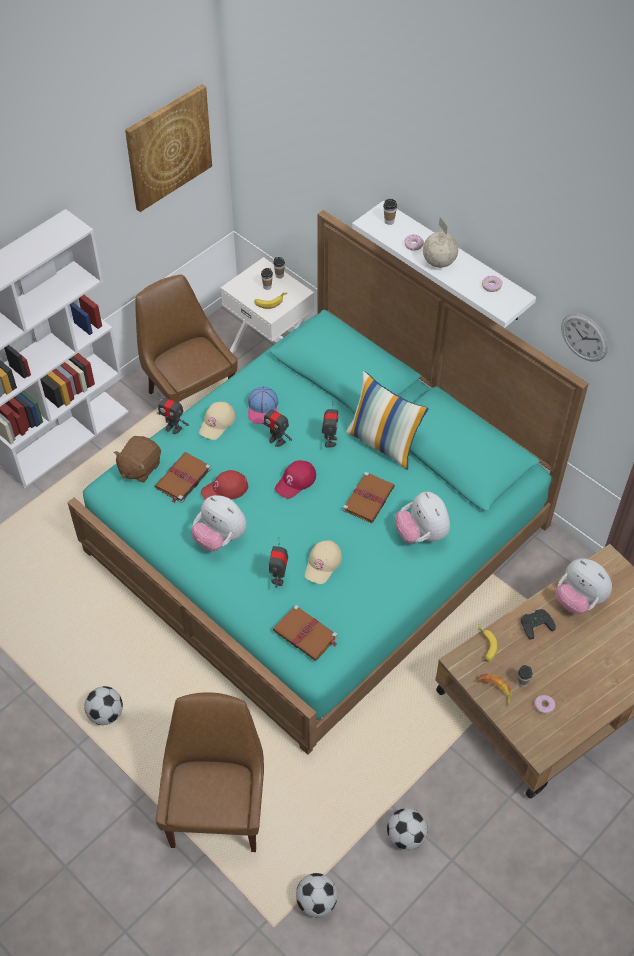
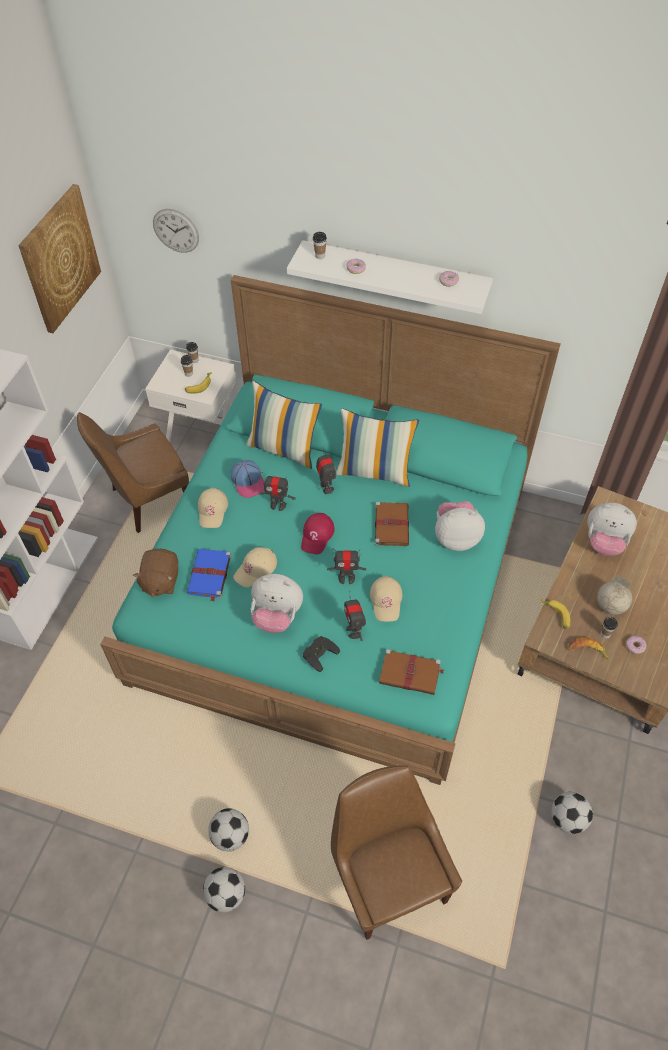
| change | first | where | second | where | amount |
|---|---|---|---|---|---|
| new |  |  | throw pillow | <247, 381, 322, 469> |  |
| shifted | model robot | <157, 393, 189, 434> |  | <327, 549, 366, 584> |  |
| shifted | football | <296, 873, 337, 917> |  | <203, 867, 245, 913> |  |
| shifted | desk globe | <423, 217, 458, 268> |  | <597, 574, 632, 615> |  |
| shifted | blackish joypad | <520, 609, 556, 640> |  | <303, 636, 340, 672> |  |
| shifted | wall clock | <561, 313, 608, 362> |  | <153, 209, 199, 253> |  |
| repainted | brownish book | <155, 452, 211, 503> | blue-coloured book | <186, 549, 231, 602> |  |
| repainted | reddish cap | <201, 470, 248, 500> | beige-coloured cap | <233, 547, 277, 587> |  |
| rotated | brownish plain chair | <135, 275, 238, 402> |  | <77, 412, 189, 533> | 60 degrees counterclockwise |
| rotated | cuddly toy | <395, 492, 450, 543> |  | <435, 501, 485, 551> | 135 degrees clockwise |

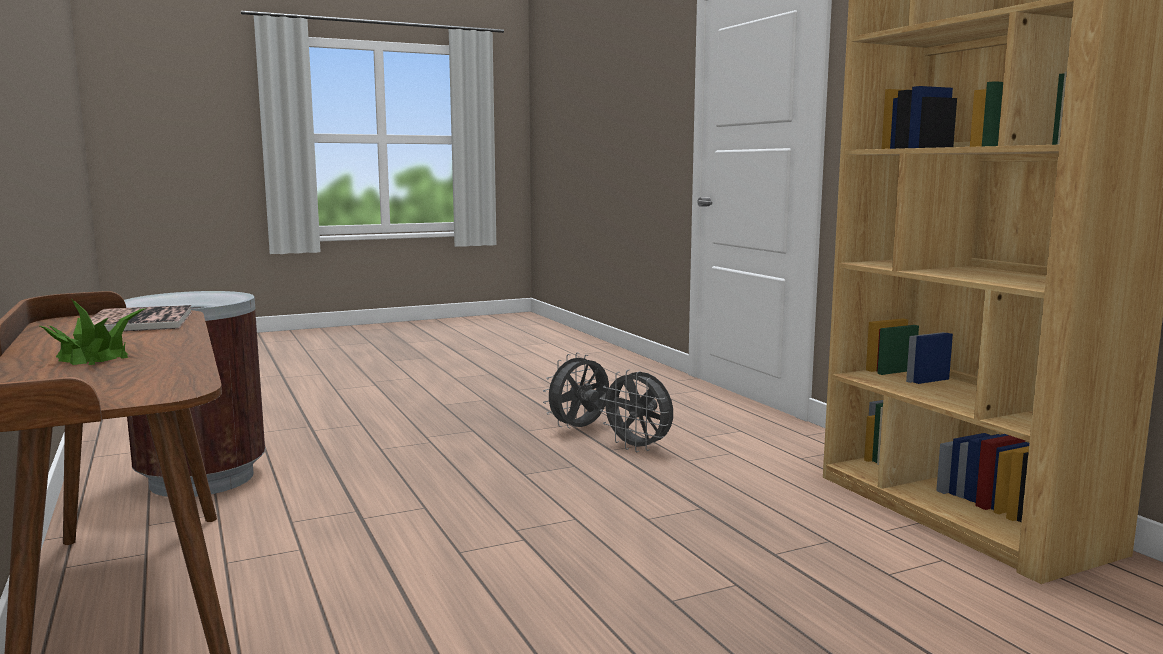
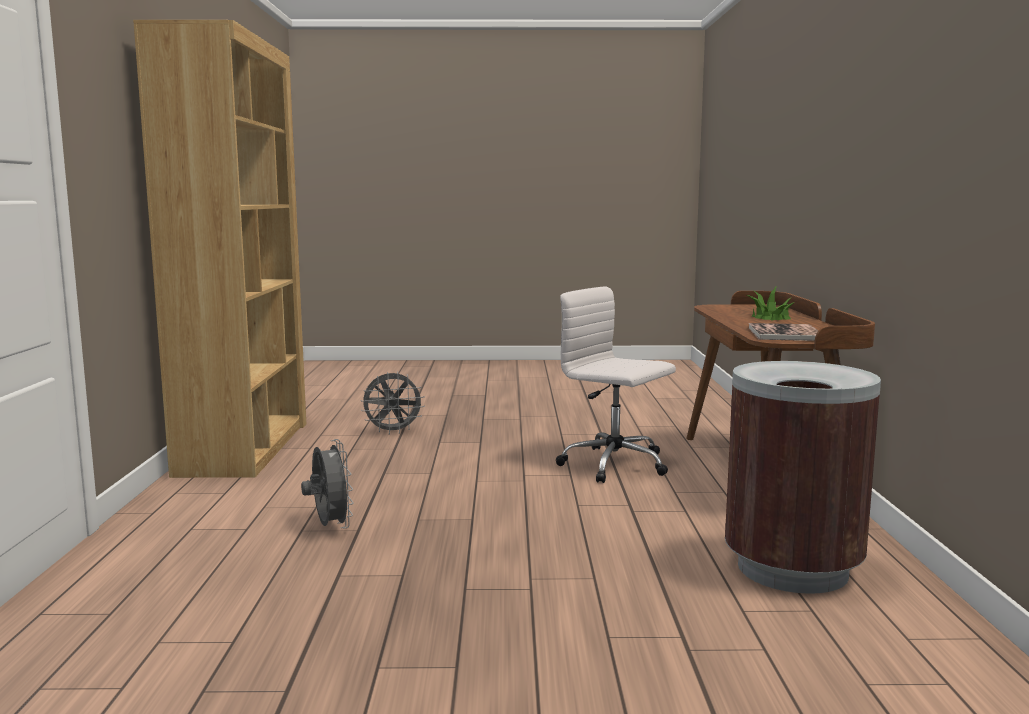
| change | first | where | second | where | amount |
|---|---|---|---|---|---|
| new |  |  | whitish office chair | <556, 287, 676, 483> |  |
| shifted | grey cooling fan | <543, 352, 609, 429> |  | <361, 372, 425, 435> |  |

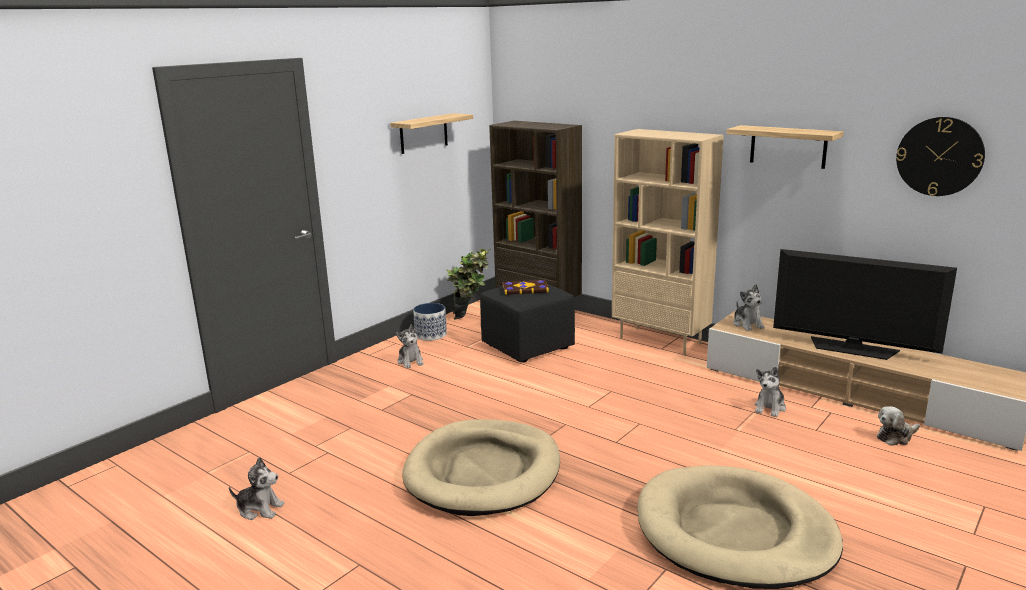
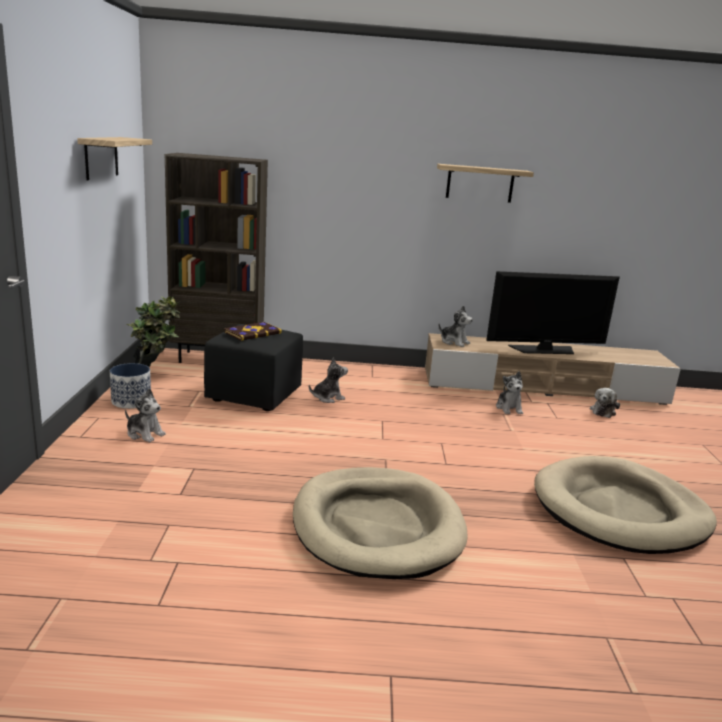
| change | first | where | second | where | amount |
|---|---|---|---|---|---|
| gone | beige-coloured shelving unit | <612, 129, 724, 355> |  |  |  |
| gone | wall clock | <896, 117, 985, 196> |  |  |  |
| shifted | cuddly toy | <229, 457, 285, 520> |  | <309, 357, 348, 403> |  |

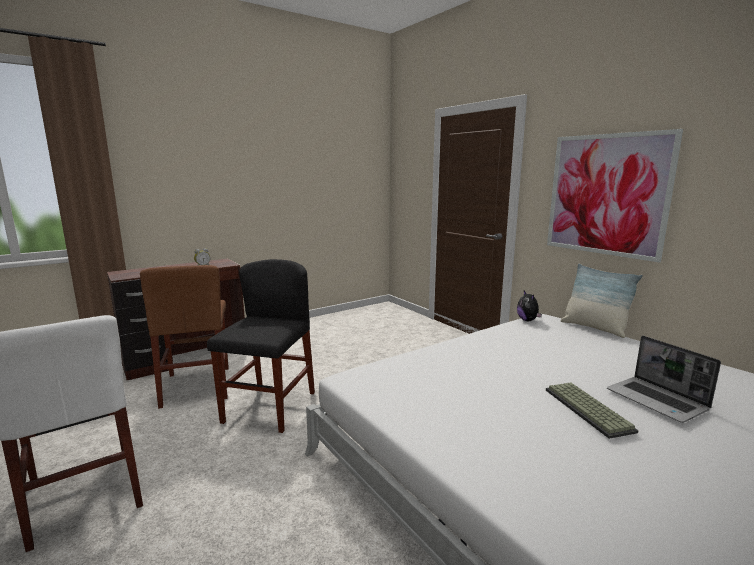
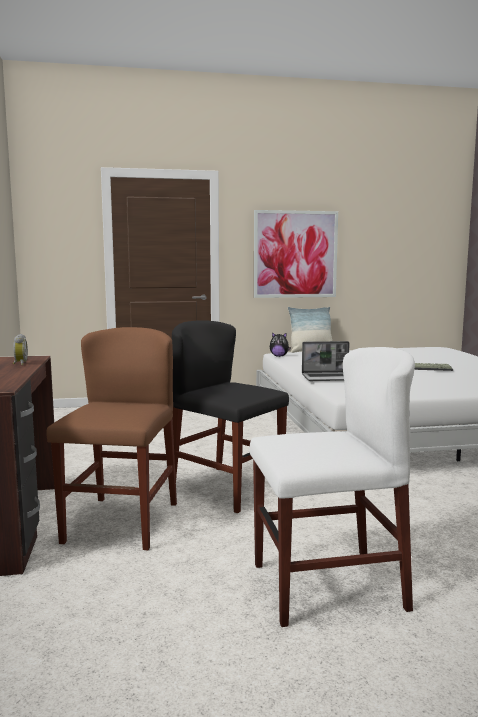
| change | first | where | second | where | amount |
|---|---|---|---|---|---|
| shifted | laptop | <607, 336, 721, 423> |  | <302, 341, 350, 381> |  |
| rotated | brownish plain chair | <140, 265, 229, 409> |  | <46, 327, 177, 550> | 90 degrees counterclockwise |

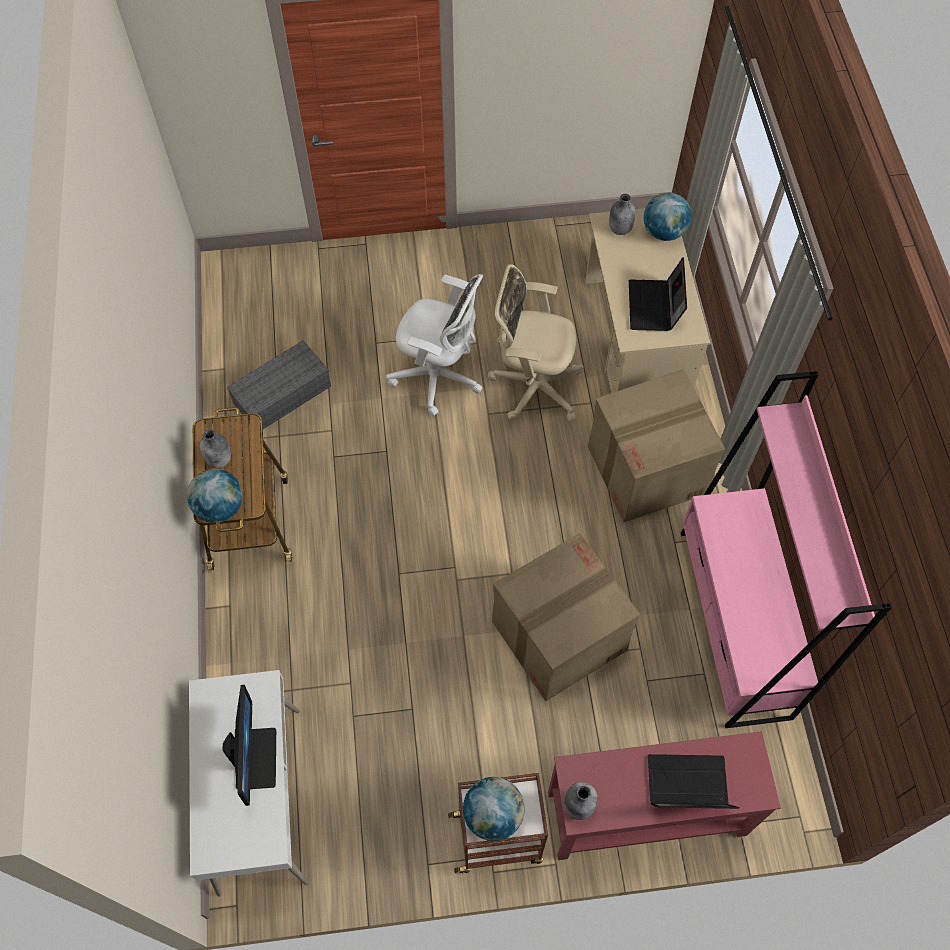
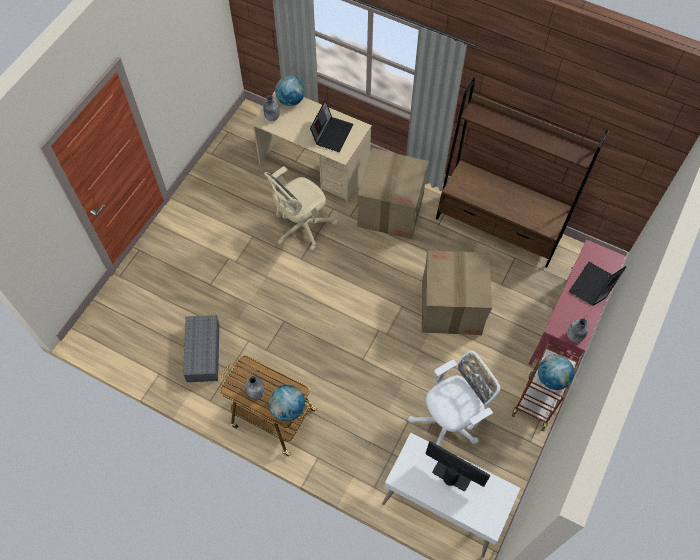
| change | first | where | second | where | amount |
|---|---|---|---|---|---|
| shifted | whitish office chair | <386, 274, 483, 416> |  | <408, 350, 500, 446> |  |
| repainted | pink shelving unit | <681, 371, 892, 728> | brownish shelving unit | <436, 78, 608, 267> |  |
| rotated | laptop | <629, 257, 687, 331> |  | <310, 100, 354, 152> | 105 degrees counterclockwise |

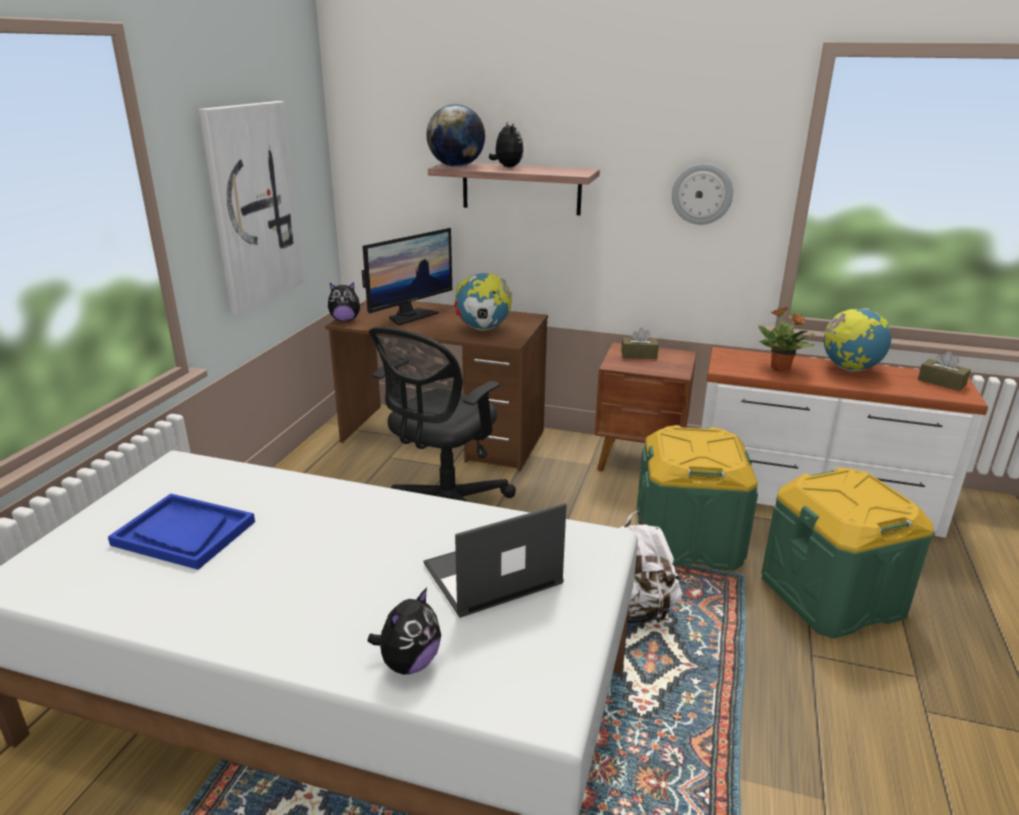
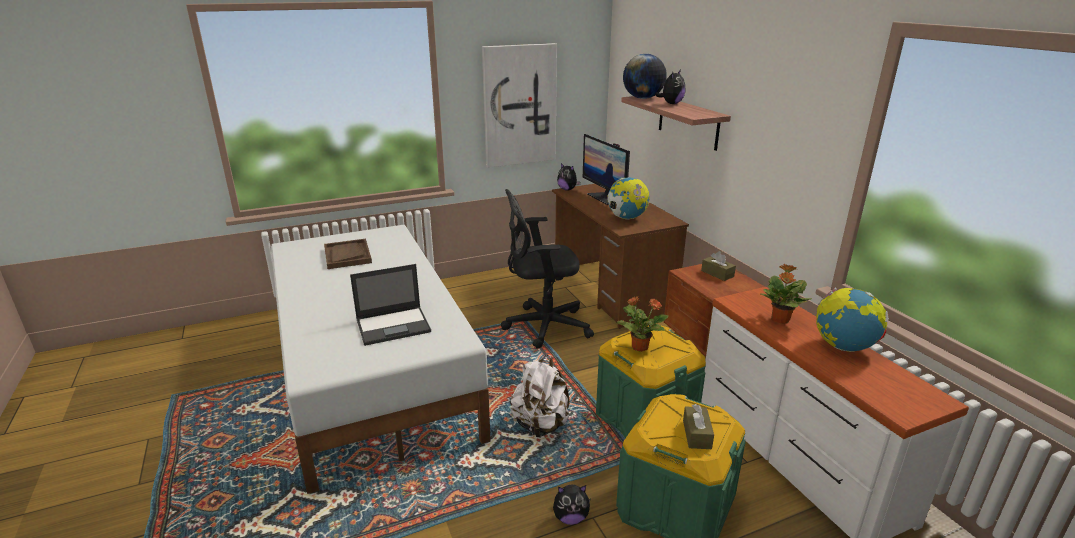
| change | first | where | second | where | amount |
|---|---|---|---|---|---|
| gone | wall clock | <672, 164, 733, 225> |  |  |  |
| new |  |  | houseplant | <616, 296, 668, 352> |  |
| shifted | cuddly toy | <368, 587, 441, 674> |  | <553, 484, 591, 525> |  |
| shifted | brownish tissue box | <918, 351, 971, 391> |  | <683, 404, 714, 449> |  |
| repainted | blue-coloured carrying tray | <108, 494, 255, 570> | brownish carrying tray | <324, 239, 372, 269> |  |
| rotated | monitor | <362, 228, 452, 326> |  | <583, 134, 630, 205> | 60 degrees clockwise |
| rotated | laptop | <424, 503, 566, 618> |  | <350, 264, 431, 346> | 135 degrees clockwise |

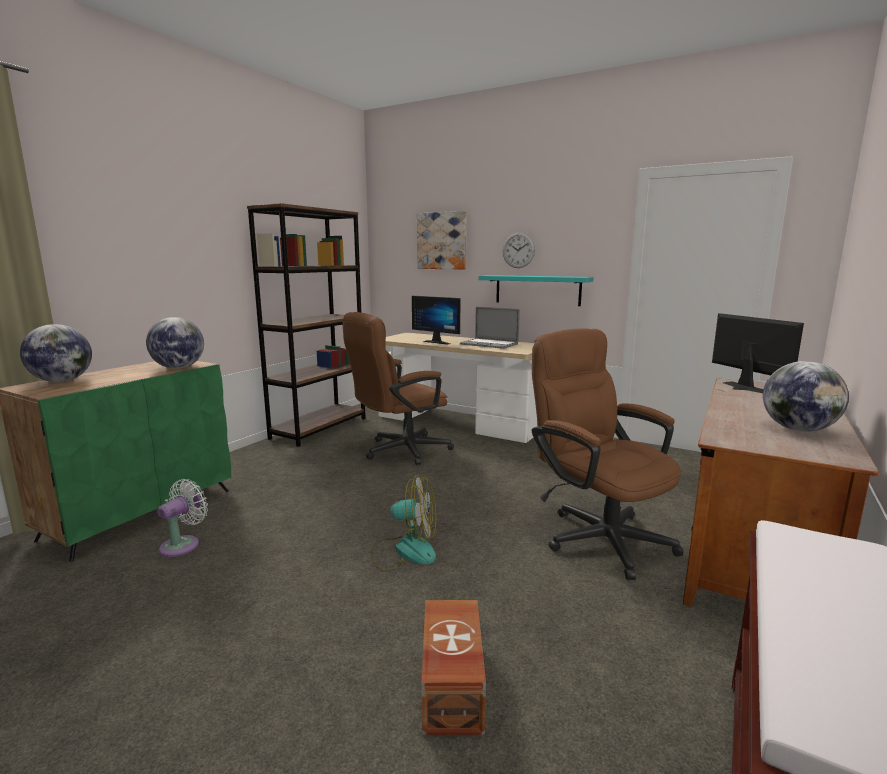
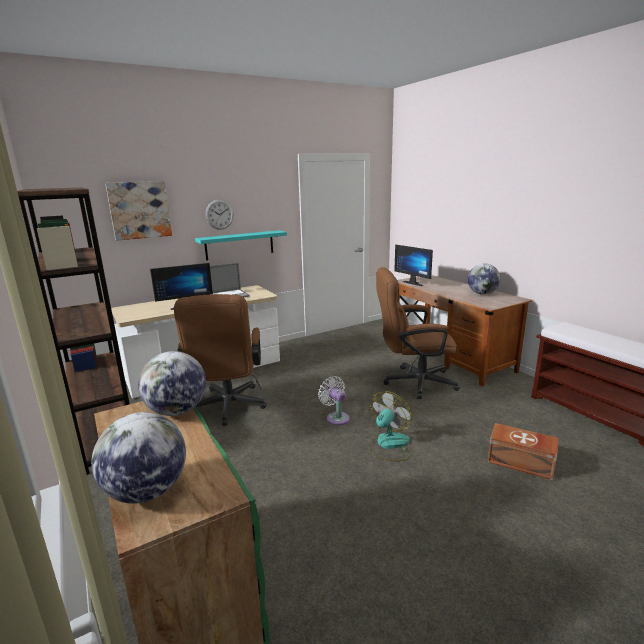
| change | first | where | second | where | amount |
|---|---|---|---|---|---|
| shifted | whitish cooling fan | <158, 479, 208, 557> |  | <318, 376, 349, 425> |  |
| rotated | monitor | <712, 313, 804, 393> |  | <394, 244, 433, 286> | 135 degrees counterclockwise |

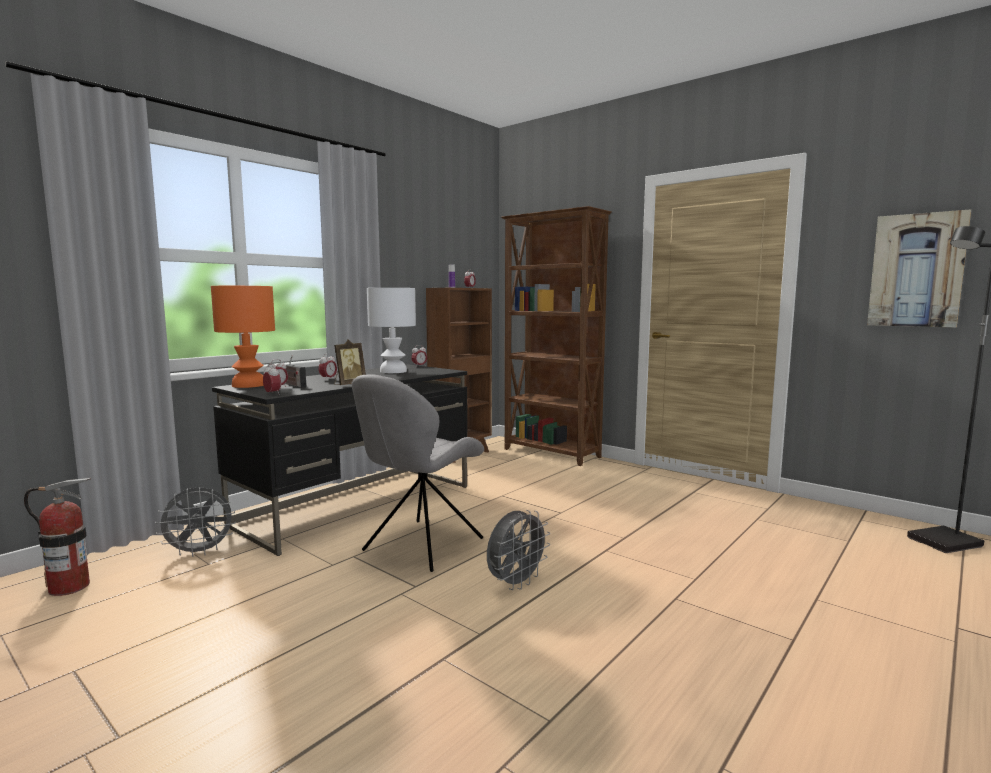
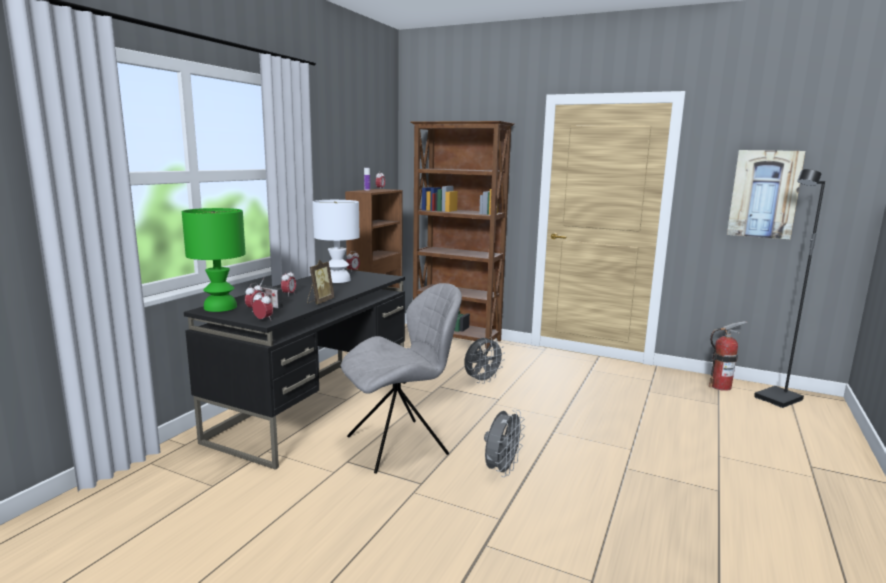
| change | first | where | second | where | amount |
|---|---|---|---|---|---|
| shifted | fire-fighting cylinder | <24, 478, 91, 596> |  | <709, 321, 748, 391> |  |
| shifted | grey cooling fan | <155, 487, 236, 557> |  | <464, 337, 505, 384> |  |
| repainted | orange-coloured lamp for a table | <211, 286, 275, 388> | green lamp for a table | <182, 208, 246, 312> |  |
| rotated | grey plain chair | <352, 374, 484, 572> |  | <341, 283, 462, 474> | 135 degrees counterclockwise |

